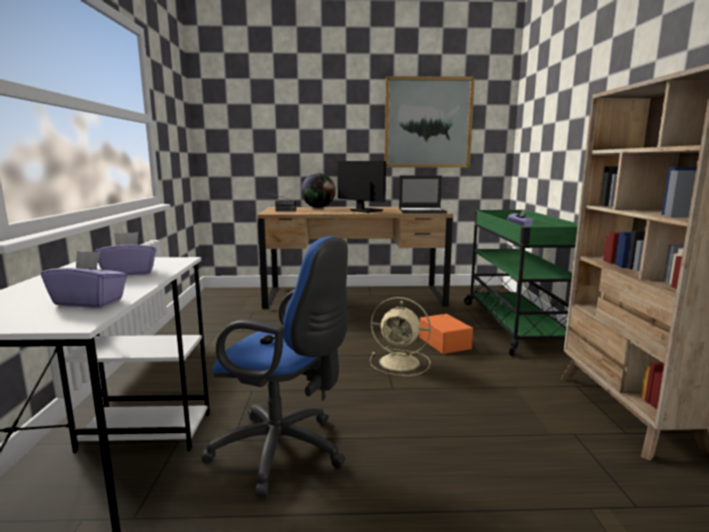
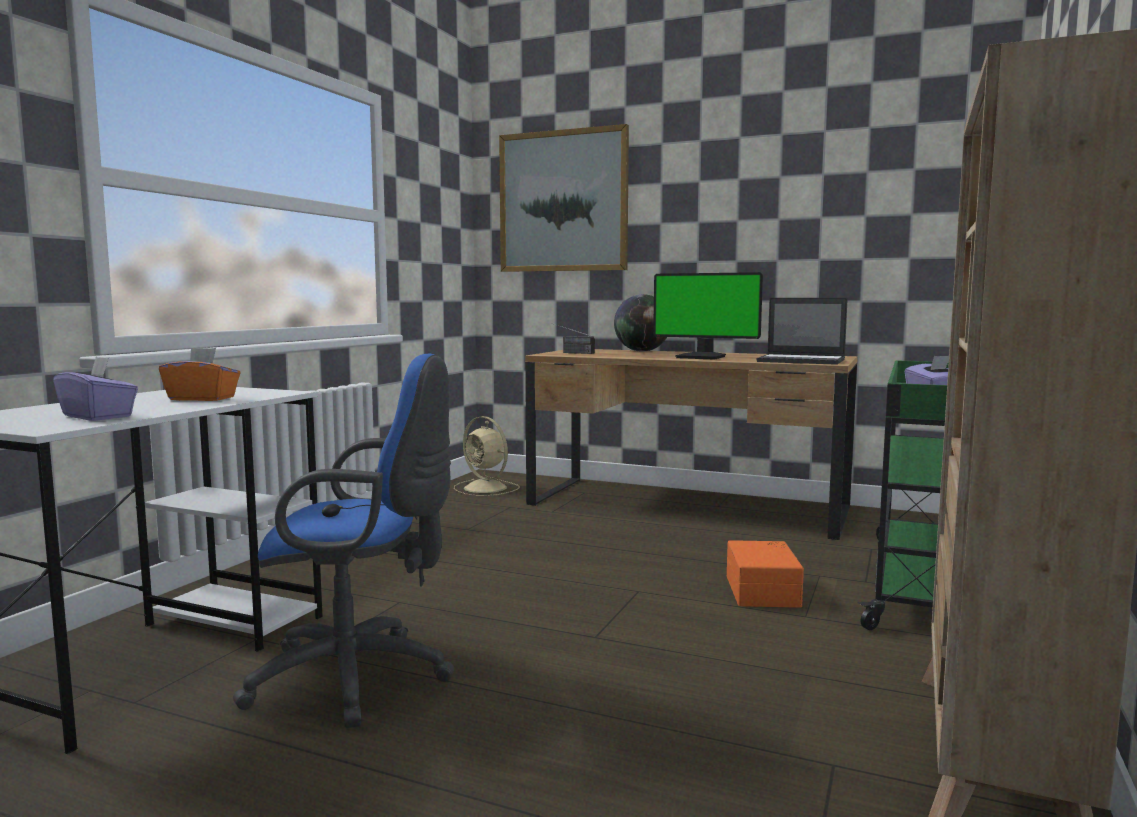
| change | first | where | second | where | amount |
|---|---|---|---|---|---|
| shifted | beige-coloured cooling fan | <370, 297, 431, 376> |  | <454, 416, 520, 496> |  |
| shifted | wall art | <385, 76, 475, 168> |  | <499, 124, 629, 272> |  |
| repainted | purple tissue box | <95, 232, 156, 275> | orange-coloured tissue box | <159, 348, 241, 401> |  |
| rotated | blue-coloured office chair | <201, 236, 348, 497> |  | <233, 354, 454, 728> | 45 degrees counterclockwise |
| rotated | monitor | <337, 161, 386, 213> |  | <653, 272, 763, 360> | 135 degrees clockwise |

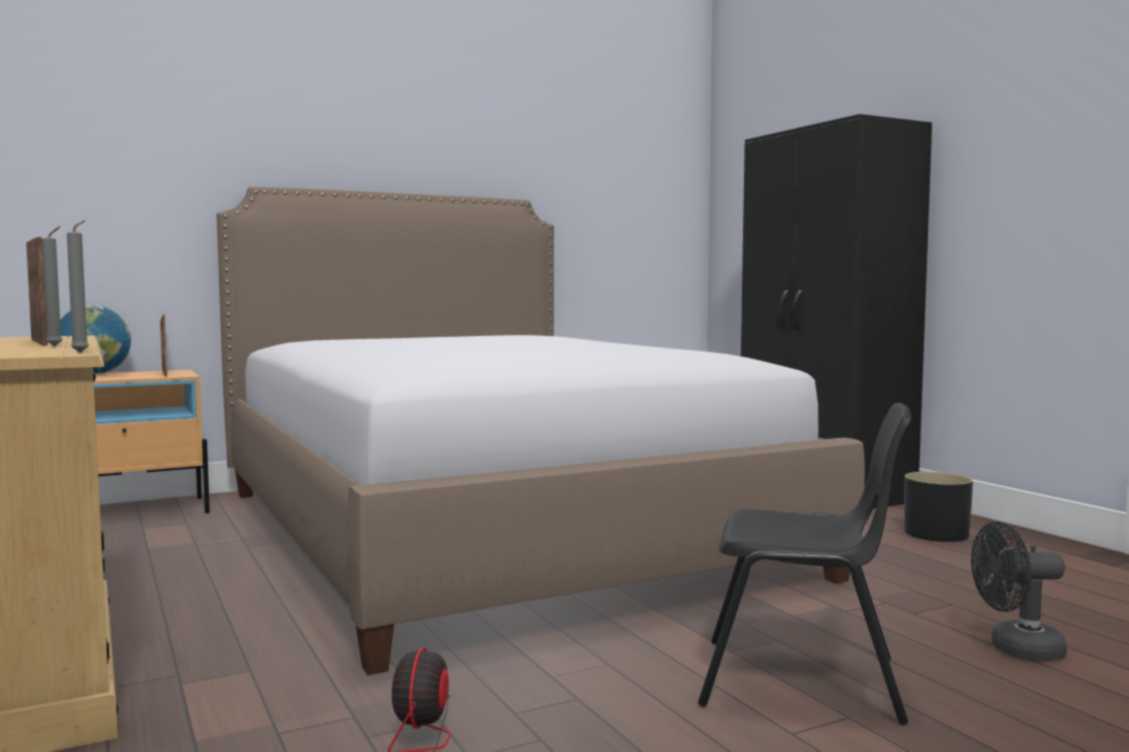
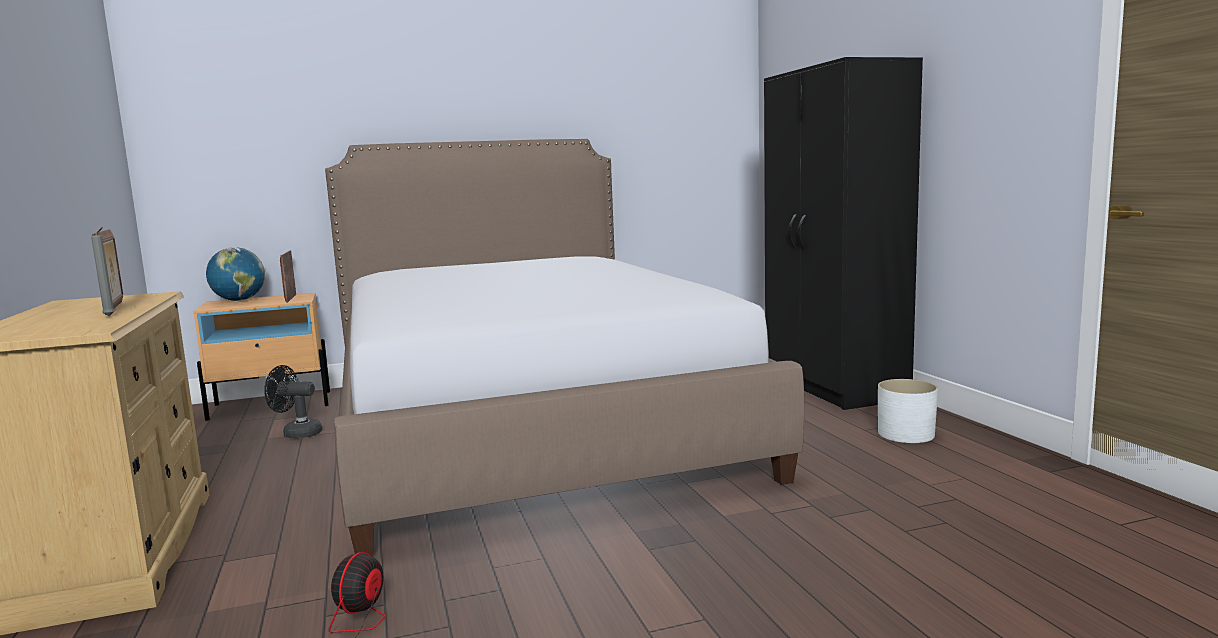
| change | first | where | second | where | amount |
|---|---|---|---|---|---|
| gone | grey wax light | <67, 220, 89, 353> |  |  |  |
| gone | blackish plain chair | <698, 403, 912, 725> |  |  |  |
| shifted | blackish cooling fan | <971, 522, 1067, 660> |  | <264, 365, 323, 438> |  |
| repainted | blackish flower pot | <904, 472, 973, 542> | whitish flower pot | <878, 379, 938, 443> |  |

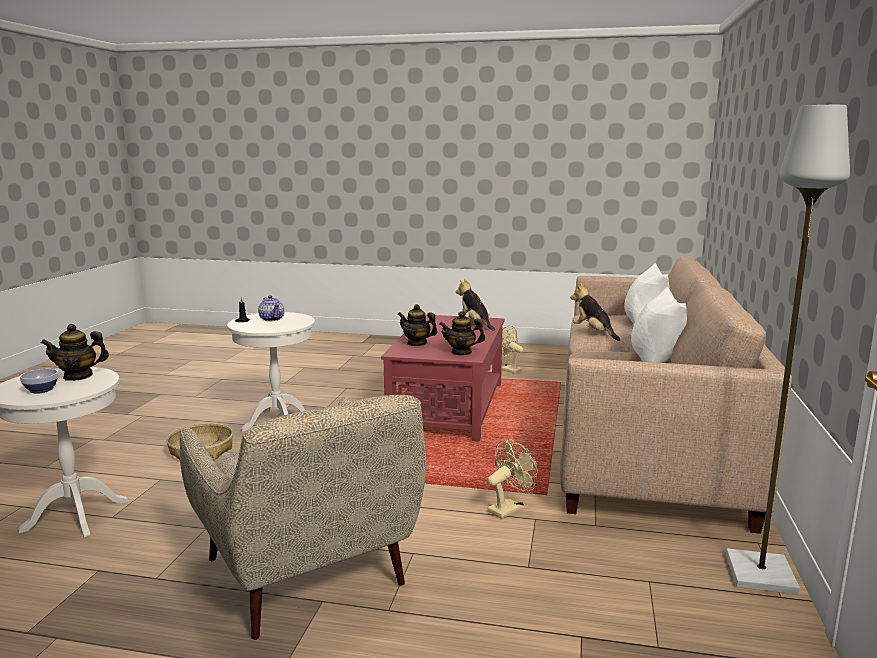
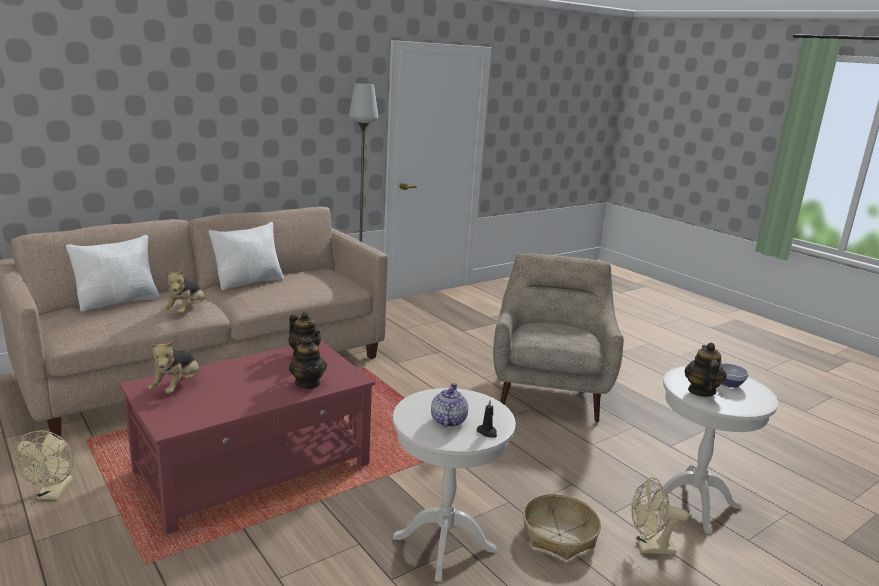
| change | first | where | second | where | amount |
|---|---|---|---|---|---|
| shifted | beige-coloured cooling fan | <488, 439, 538, 519> |  | <631, 477, 689, 555> |  |
| rotated | teapot | <41, 324, 109, 381> |  | <684, 343, 726, 397> | 105 degrees counterclockwise |

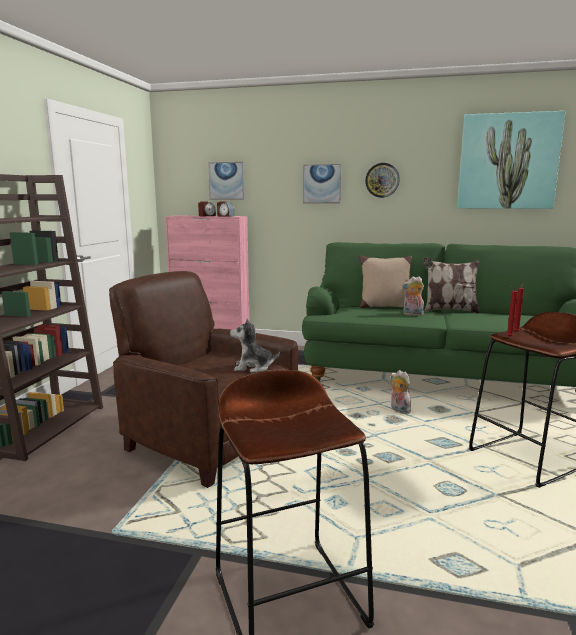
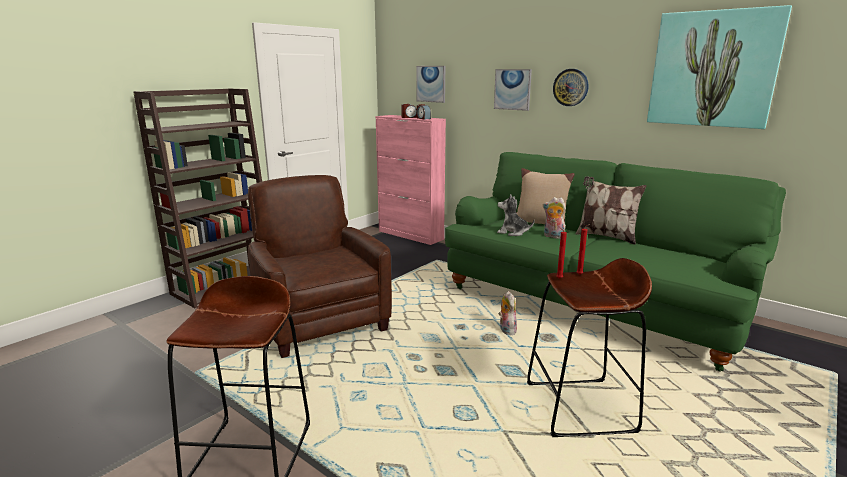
| change | first | where | second | where | amount |
|---|---|---|---|---|---|
| shifted | cuddly toy | <230, 318, 280, 373> |  | <497, 194, 534, 236> |  |

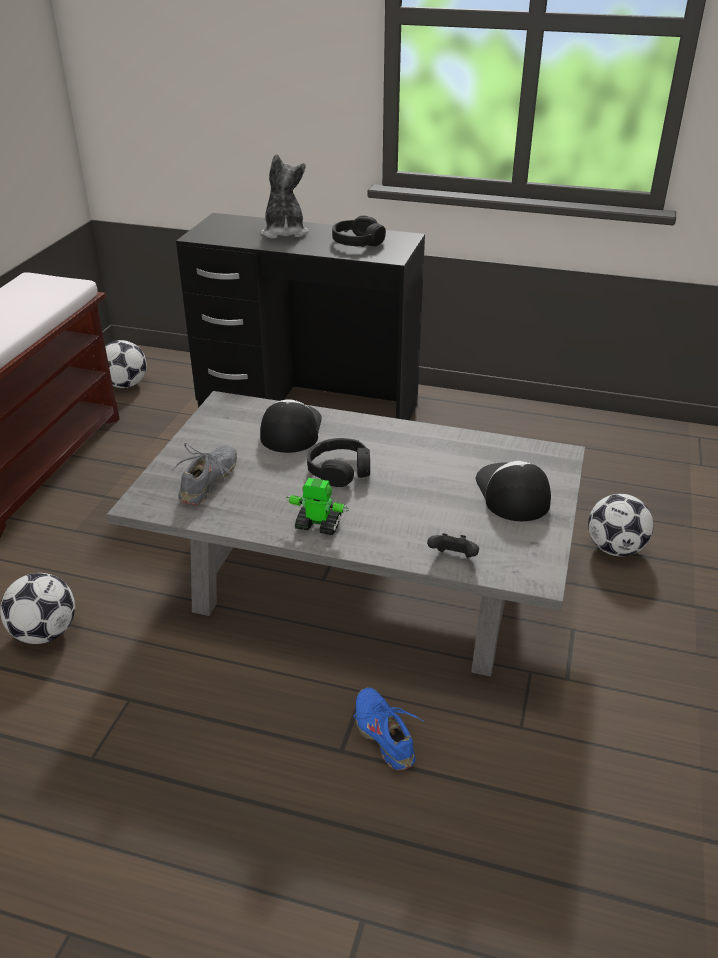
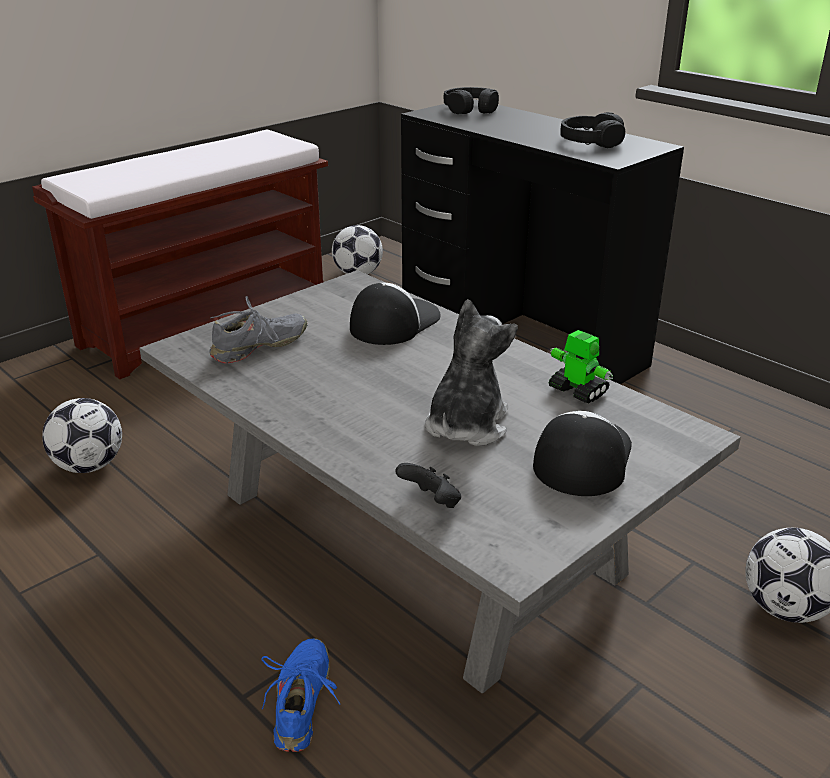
| change | first | where | second | where | amount |
|---|---|---|---|---|---|
| shifted | cuddly toy | <261, 154, 308, 239> |  | <425, 299, 518, 446> |  |
| shifted | model robot | <286, 478, 349, 535> |  | <549, 330, 613, 404> |  |
| shifted | blackish headset | <307, 438, 370, 487> |  | <443, 87, 499, 114> |  |

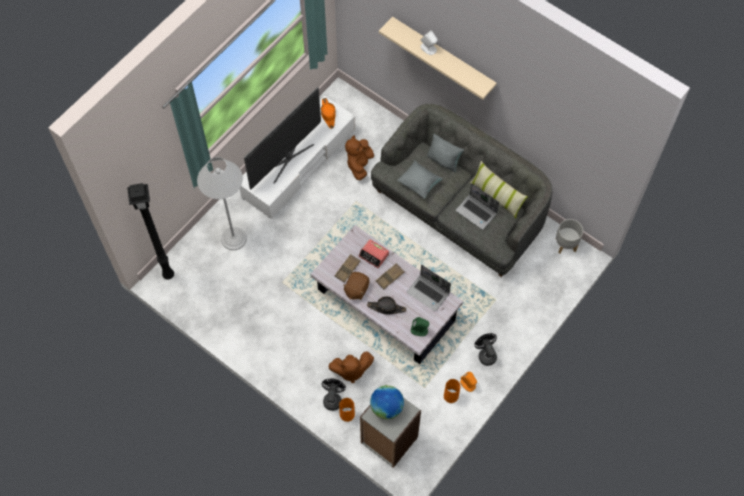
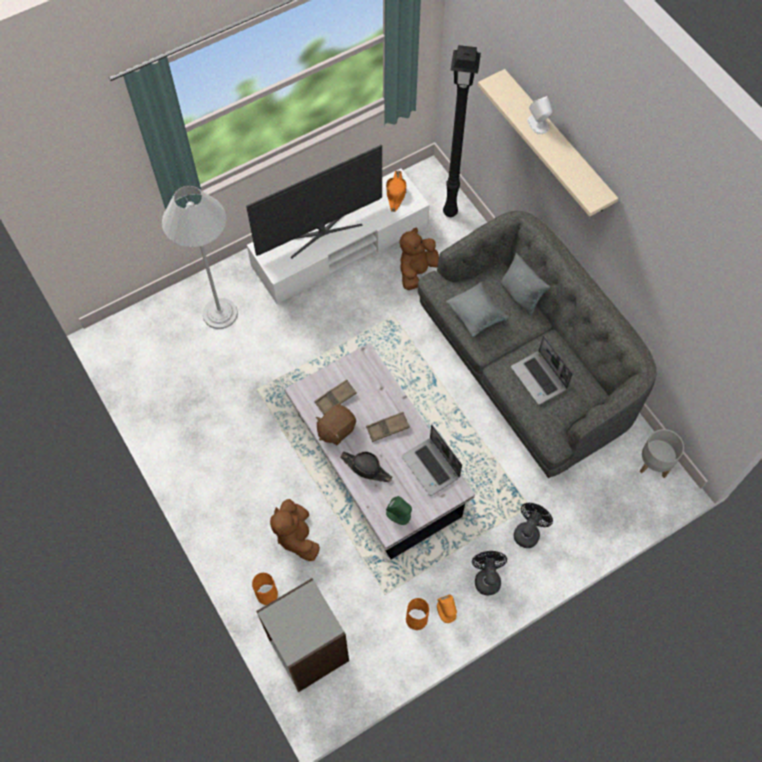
| change | first | where | second | where | amount |
|---|---|---|---|---|---|
| gone | bedside clock | <359, 239, 389, 268> |  |  |  |
| gone | desk globe | <370, 385, 404, 419> |  |  |  |
| gone | throw pillow | <470, 161, 528, 218> |  |  |  |
| shifted | blackish floor lamp | <127, 183, 174, 280> |  | <443, 45, 481, 217> |  |
| shifted | blackish cooling fan | <322, 378, 346, 411> |  | <514, 503, 553, 548> |  |
| rotated | brownish cuddly toy | <329, 351, 374, 383> |  | <270, 499, 320, 561> | 60 degrees clockwise |

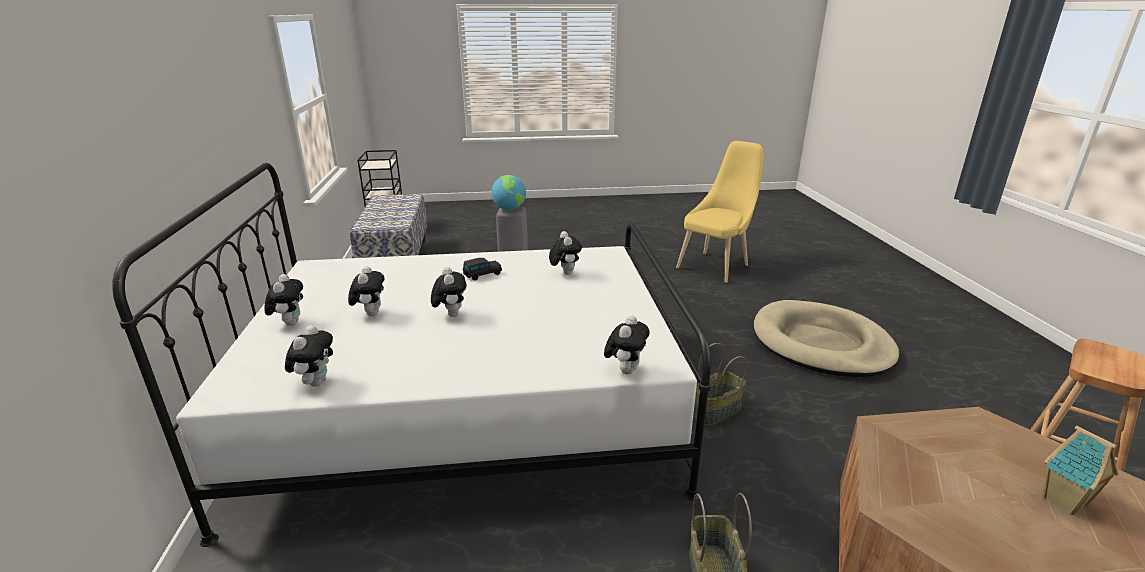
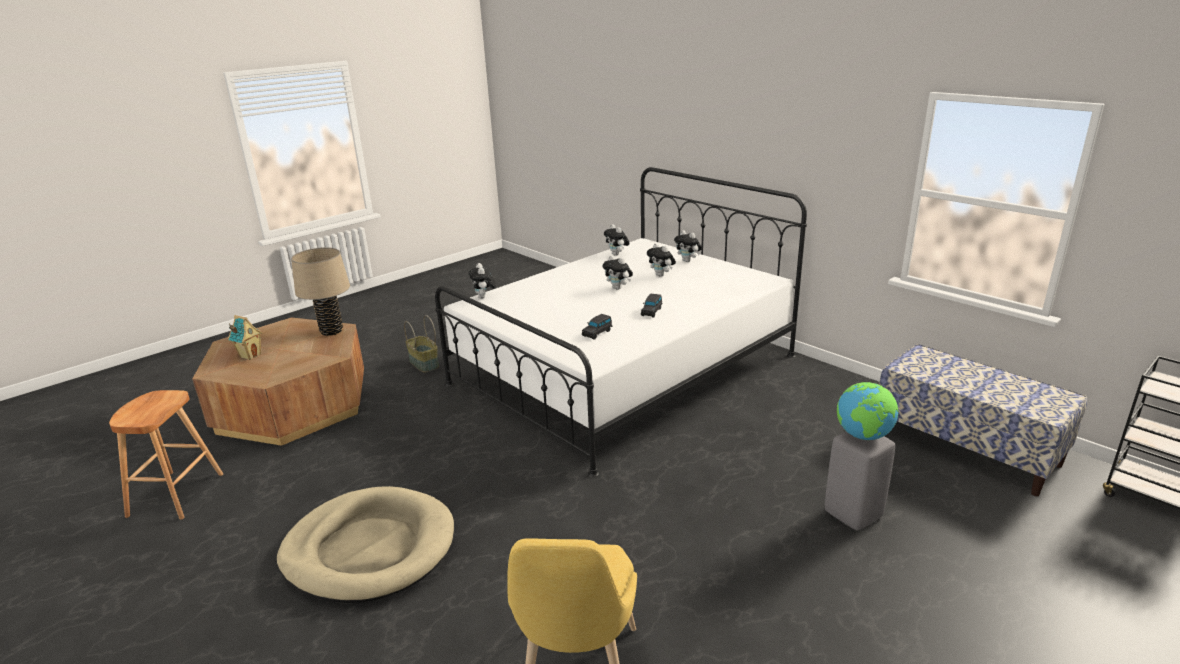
| change | first | where | second | where | amount |
|---|---|---|---|---|---|
| gone | basket | <693, 343, 747, 426> |  |  |  |
| new |  |  | beige-coloured lamp for a table | <291, 247, 350, 336> |  |
| swapped | cuddly toy | <549, 231, 582, 275> | blackish model car | <582, 314, 613, 340> |  |

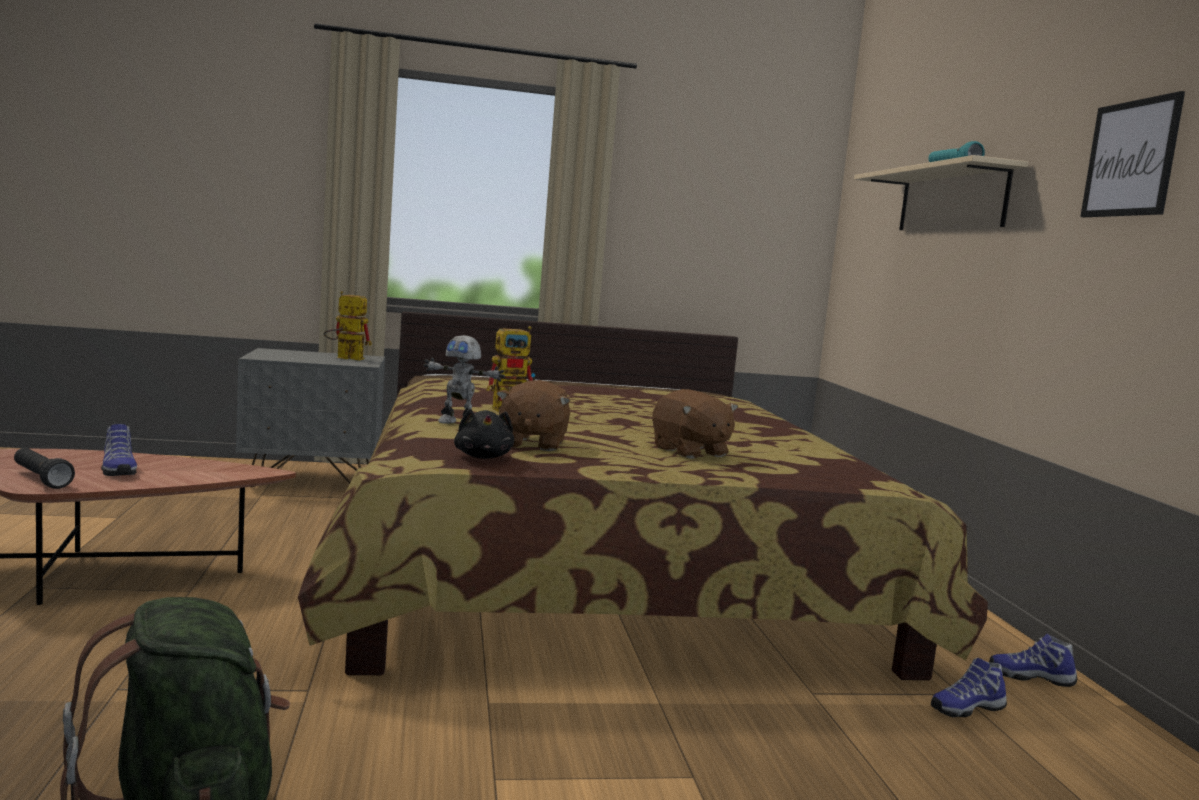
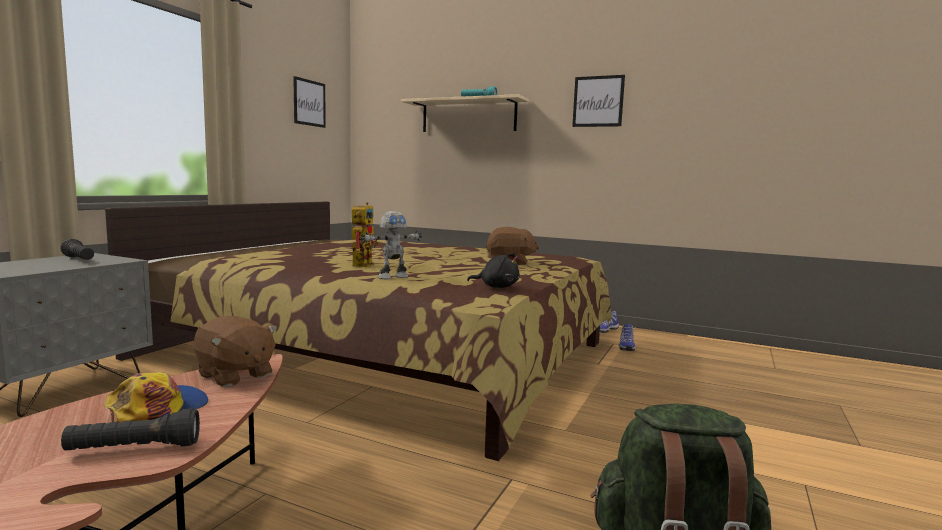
| change | first | where | second | where | amount |
|---|---|---|---|---|---|
| new |  |  | wall art | <293, 76, 326, 128> |  |
| shifted | brownish cuddly toy | <496, 380, 570, 451> |  | <194, 316, 278, 387> |  |
| swapped | shoe | <101, 424, 137, 476> | cap | <104, 372, 208, 422> |  |
| swapped | model robot | <324, 291, 372, 361> | blackish flashlight | <60, 239, 94, 260> |  |

